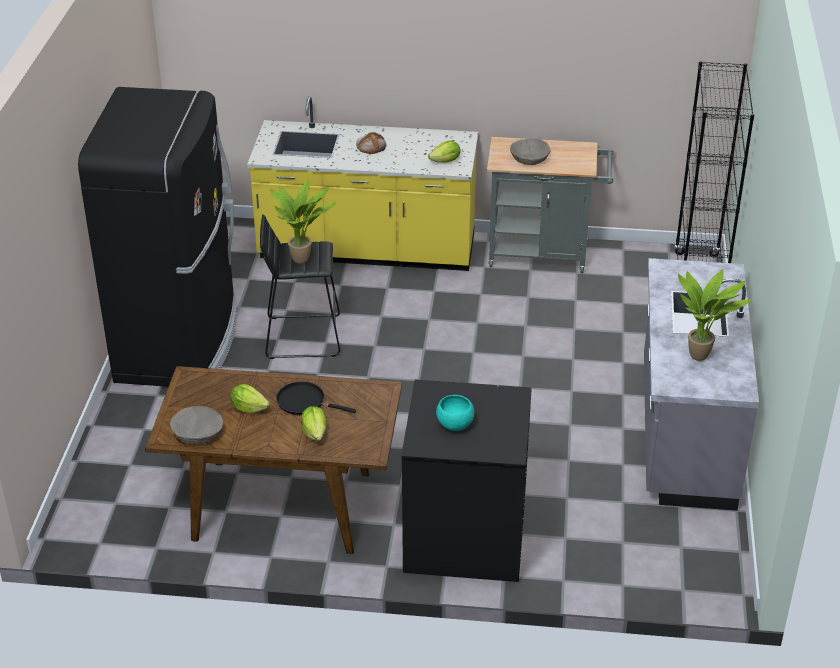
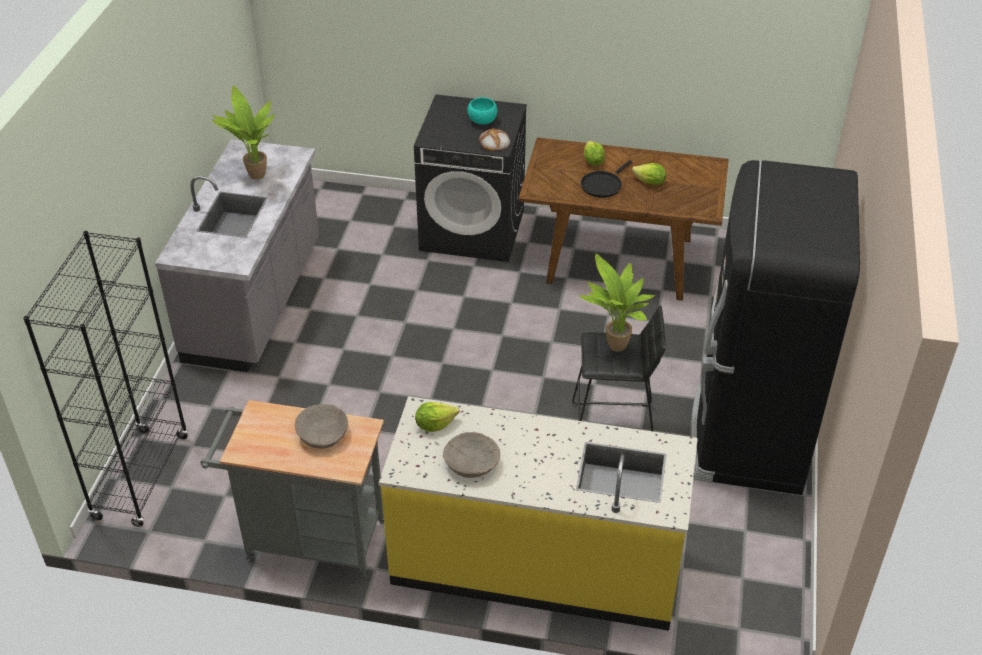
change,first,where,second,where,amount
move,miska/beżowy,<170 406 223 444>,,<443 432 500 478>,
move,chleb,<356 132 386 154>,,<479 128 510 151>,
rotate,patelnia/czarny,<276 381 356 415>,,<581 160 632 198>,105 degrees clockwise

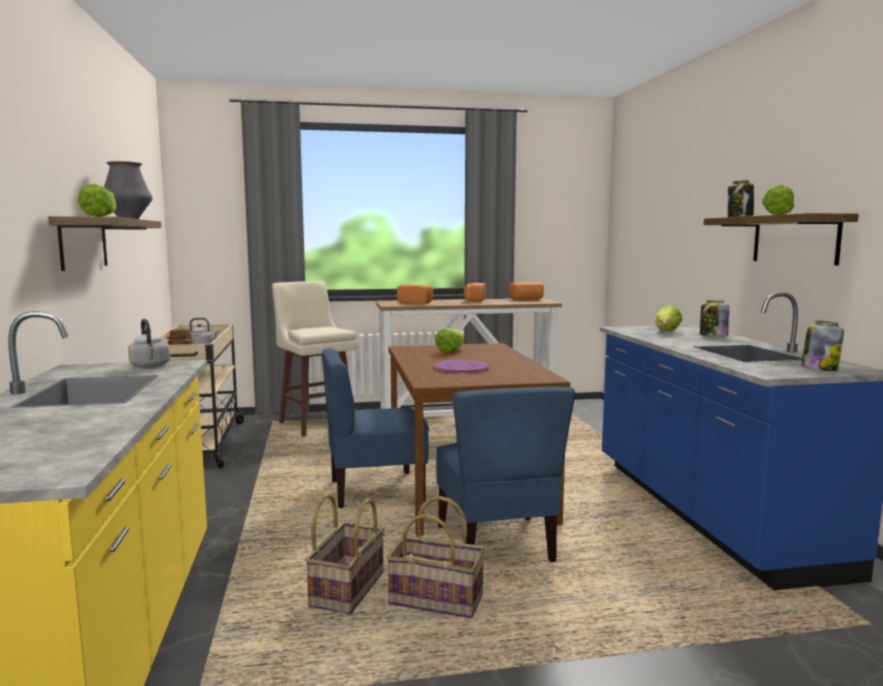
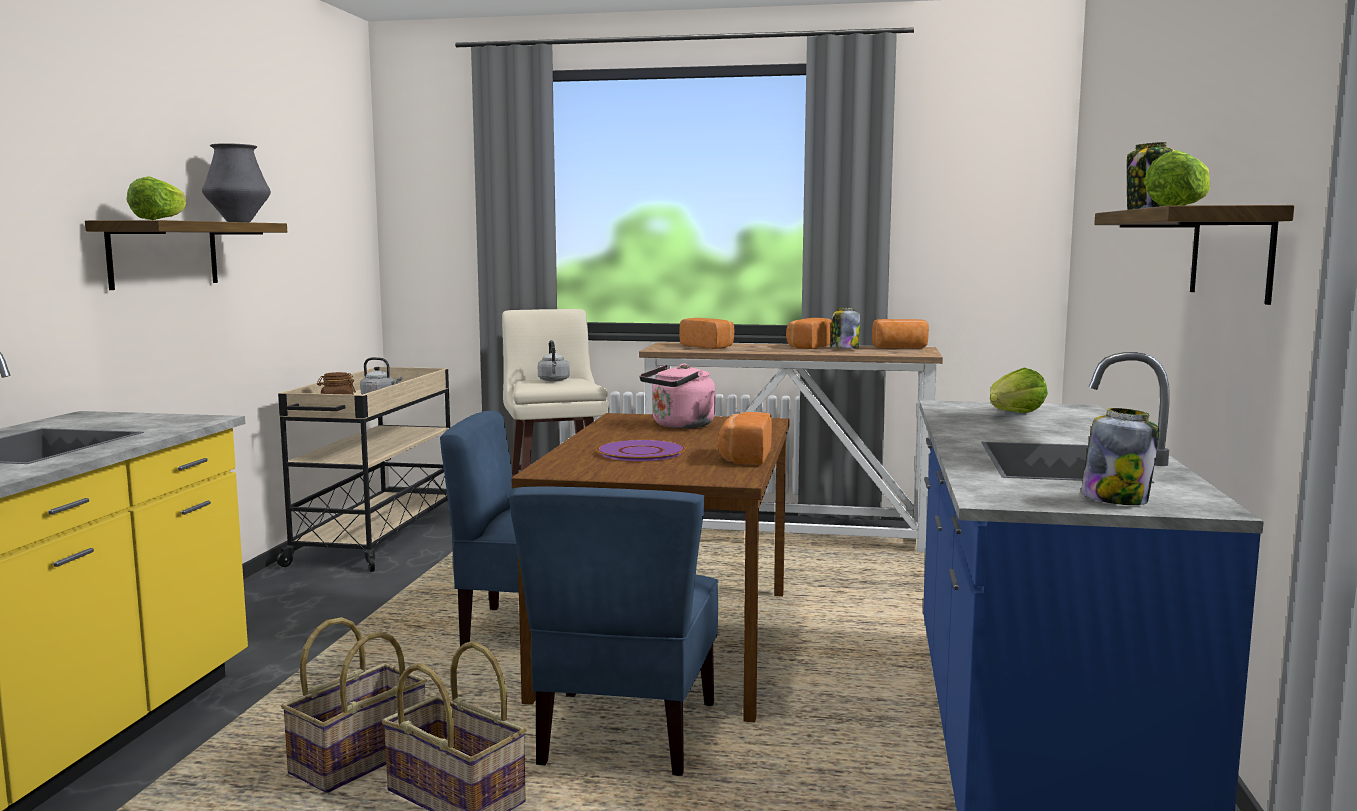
change,first,where,second,where,amount
insert,,,chleb,<718 412 772 465>,
move,czajnik/szary,<128 319 170 368>,,<538 340 570 382>,
move,słoik,<700 300 729 336>,,<830 308 860 349>,
replace,sałata,<435 328 464 352>,czajnik/różowy,<639 364 715 428>,

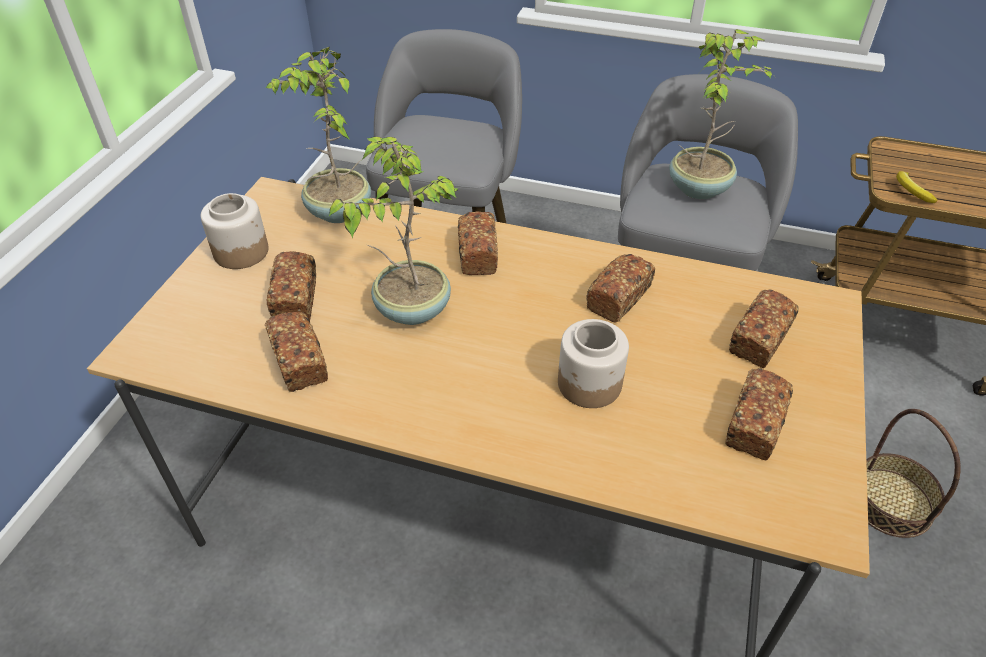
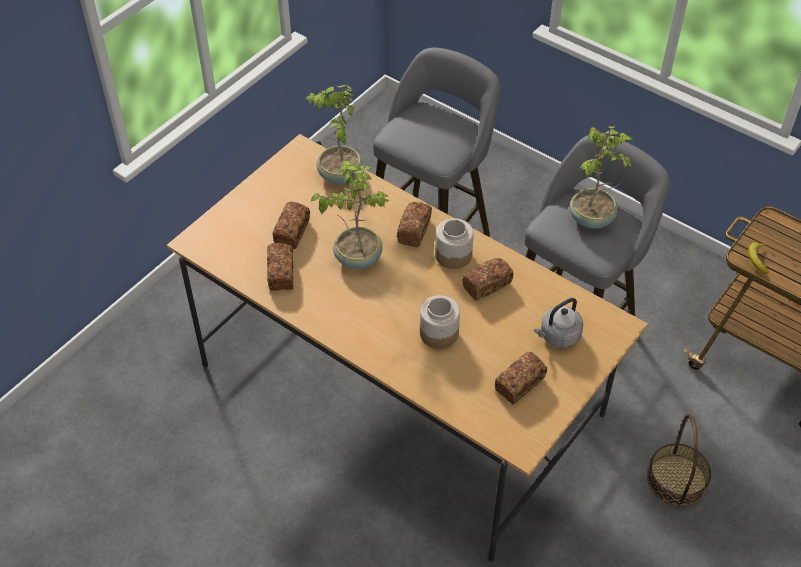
change,first,where,second,where,amount
move,słoik,<201 193 269 269>,,<435 218 474 269>,
replace,chleb,<729 289 799 368>,czajnik/szary,<534 298 583 348>,

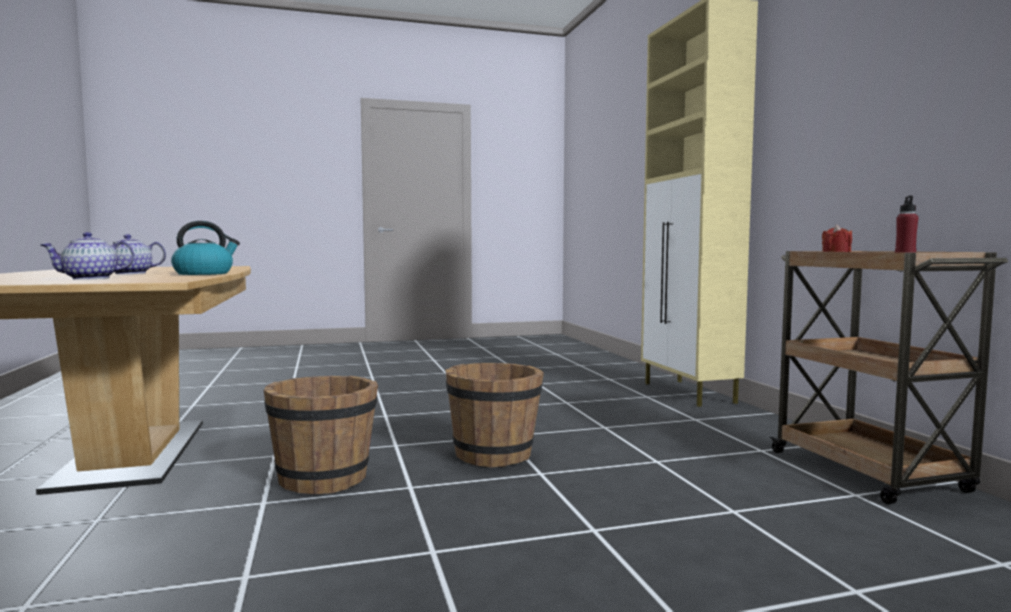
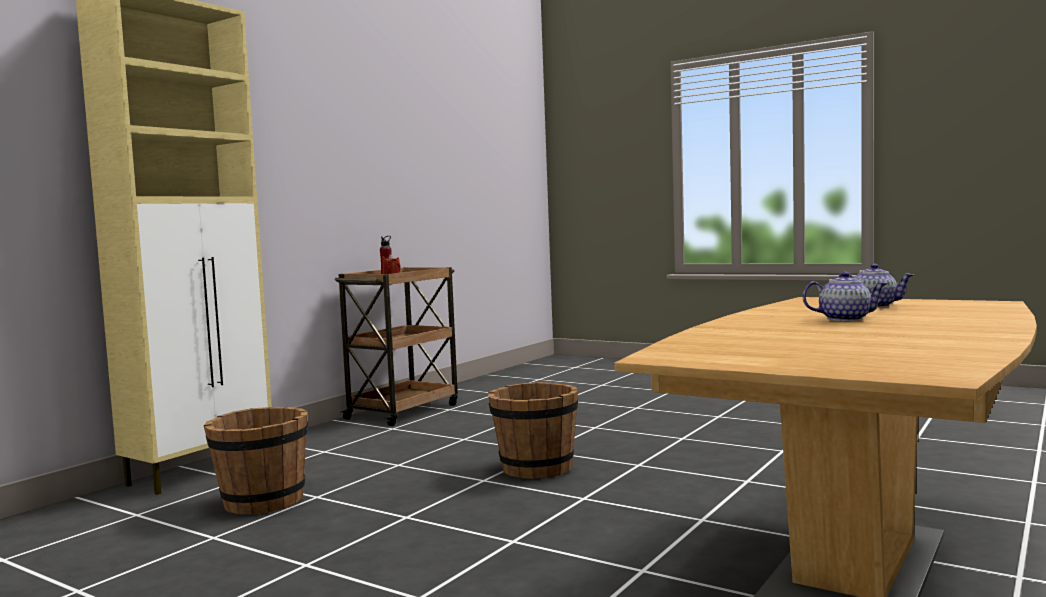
change,first,where,second,where,amount
delete,czajnik,<171 221 240 275>,,,
move,wiadro/brązowy,<264 376 378 494>,,<204 407 308 514>,

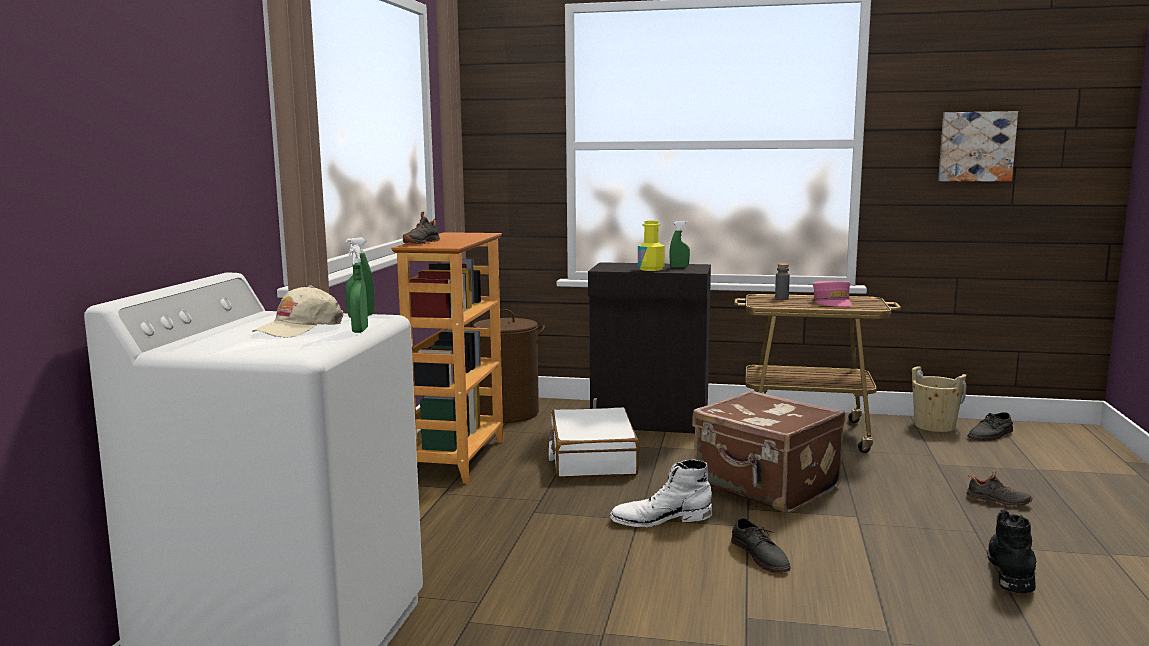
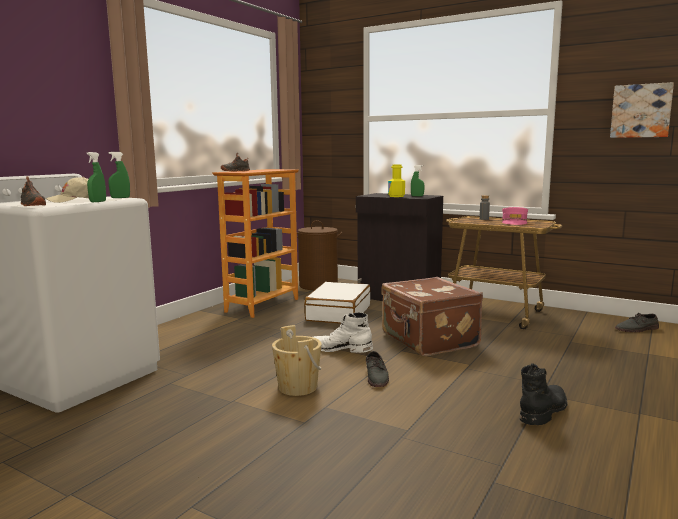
change,first,where,second,where,amount
move,wiadro/beżowy,<912 366 966 432>,,<272 325 322 396>,
move,but/czarny,<966 470 1032 507>,,<21 176 46 206>,

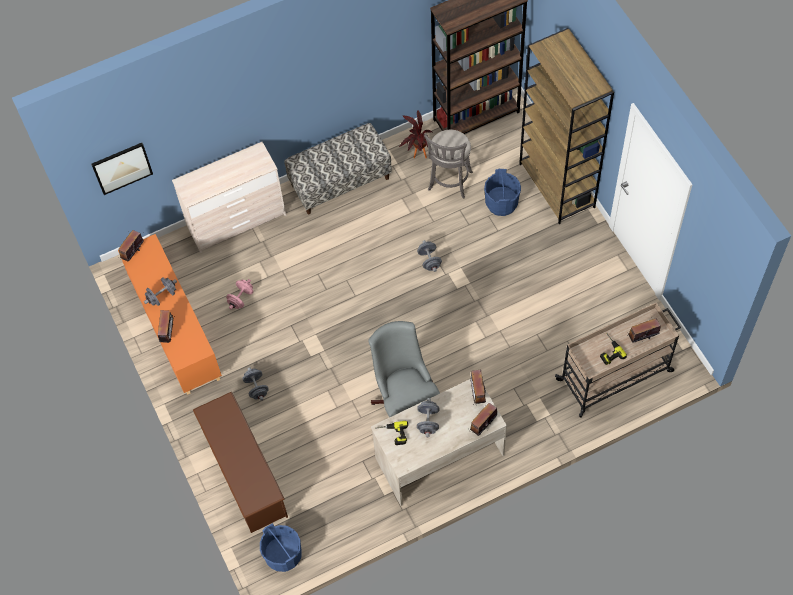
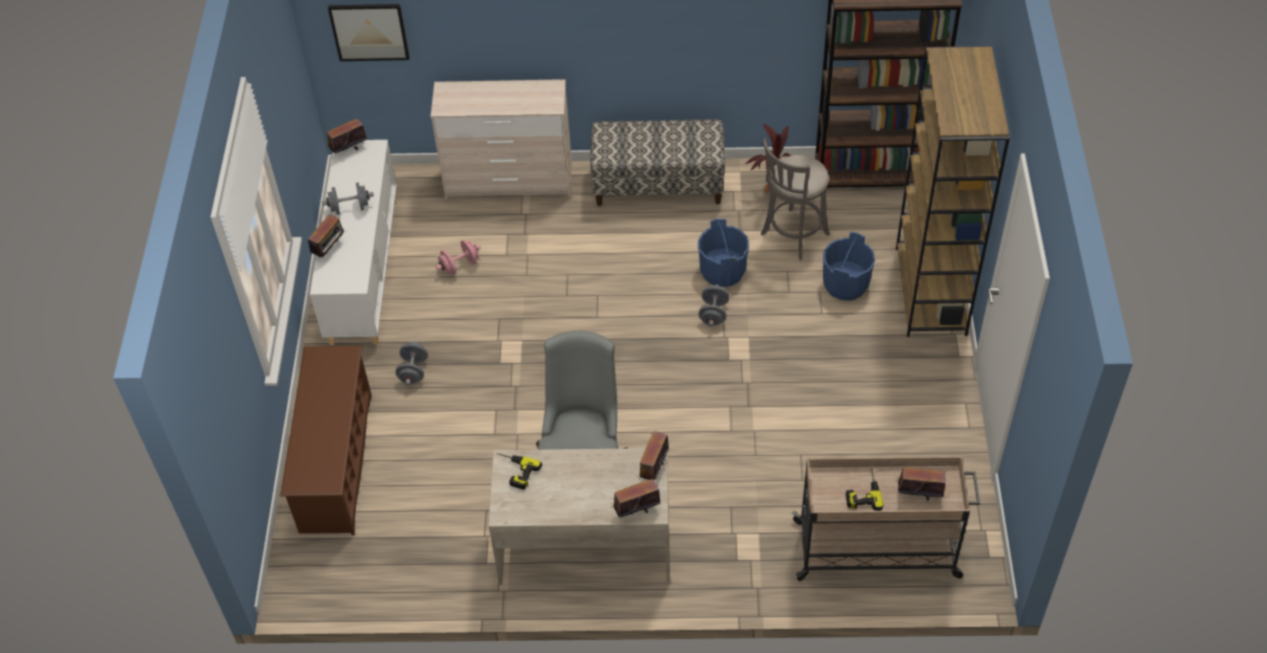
change,first,where,second,where,amount
delete,hantel/szary,<417 398 440 437>,,,
move,wiadro/niebieski,<260 523 302 572>,,<698 219 749 287>,
recolor,szafka/pomarańczowy,<118 234 222 394>,szafka/biały,<310 140 397 345>,

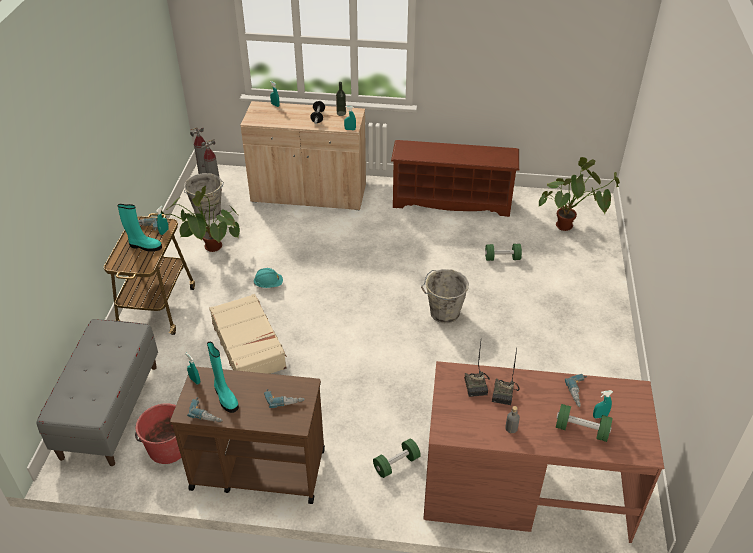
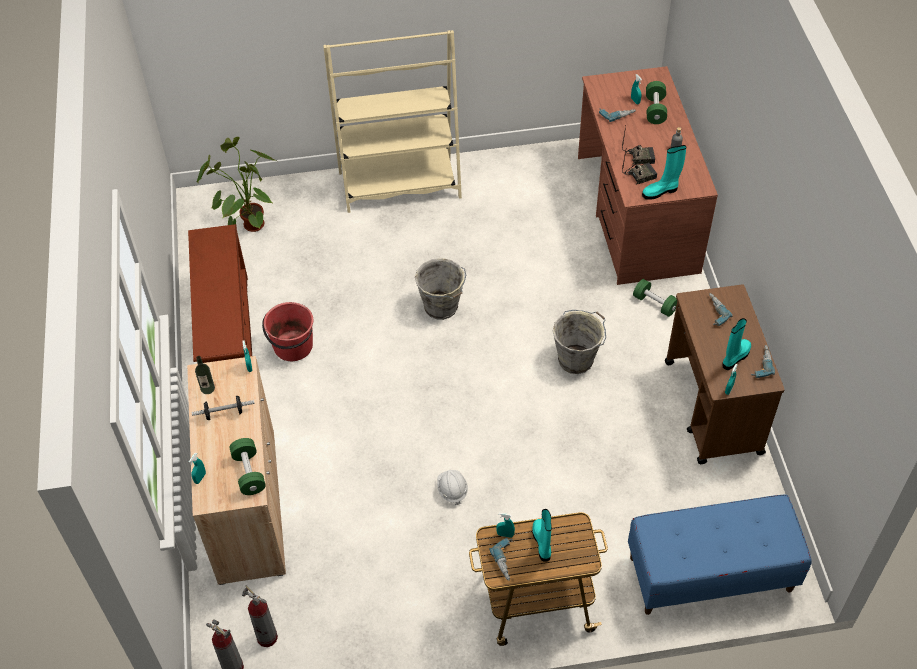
change,first,where,second,where,amount
delete,roślina doniczkowa,<161 186 240 252>,,,
delete,walizka/beżowy,<209 294 287 374>,,,
insert,,,regał/beżowy,<323 30 462 213>,
insert,,,but z cholewką/turkusowy,<642 145 686 200>,
move,wiadro/czerwony,<135 403 181 464>,,<262 302 313 361>,
move,wiadro/szary,<184 173 224 220>,,<553 310 606 374>,
move,hantel/zielony,<485 244 522 261>,,<230 438 266 495>,
recolor,ławka/szary,<36 319 158 466>,ławka/niebieski,<628 495 812 615>,
recolor,kask/turkusowy,<254 268 283 288>,kask/biały,<437 470 468 505>,

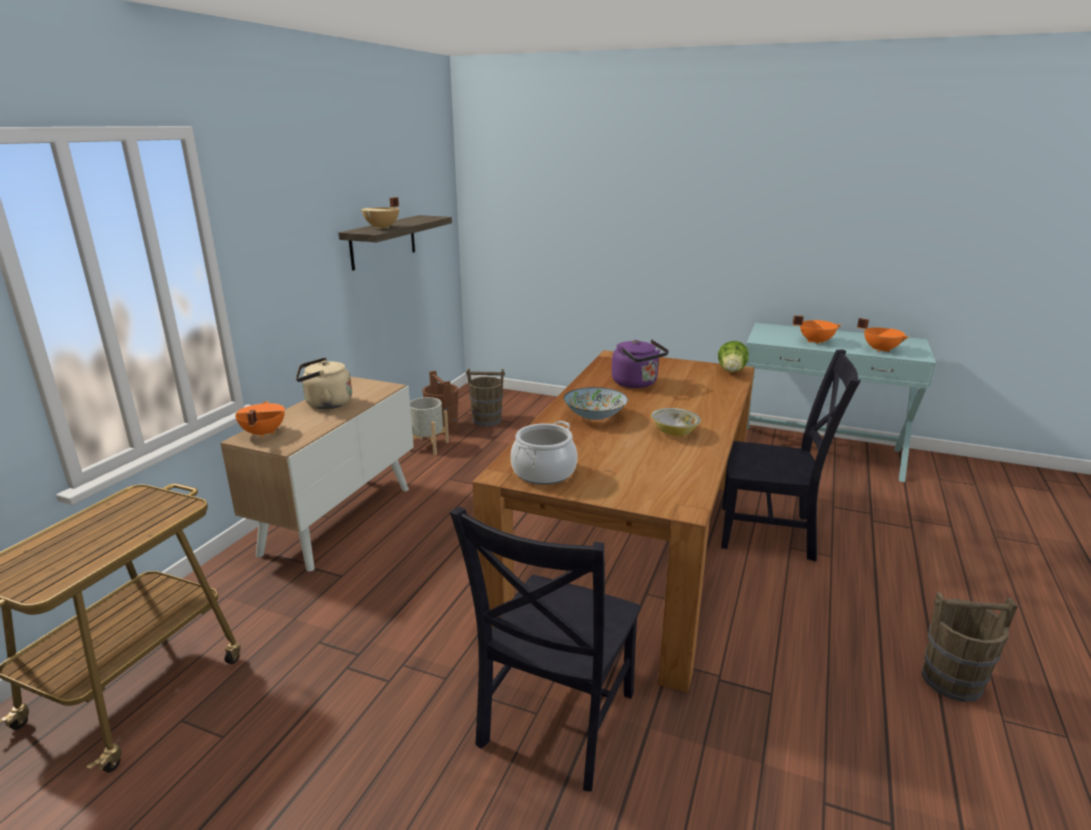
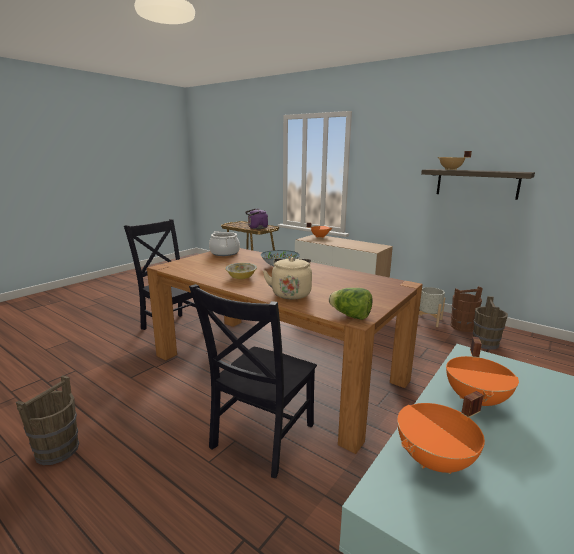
change,first,where,second,where,amount
move,czajnik/beżowy,<296 357 352 409>,,<263 257 312 299>,
move,czajnik/fioletowy,<612 339 669 388>,,<245 209 268 229>,

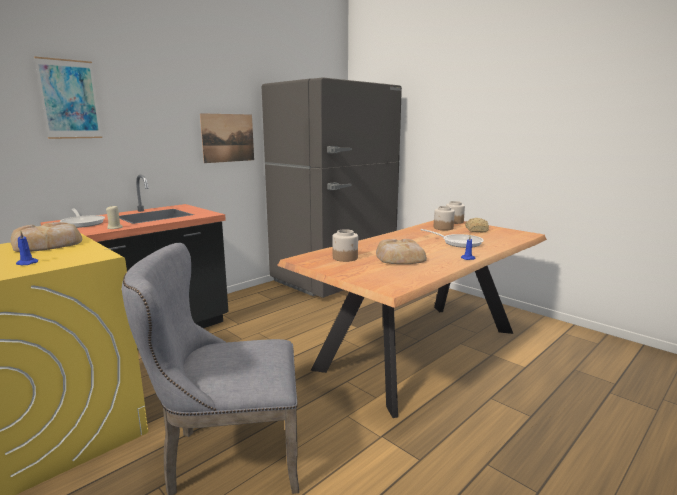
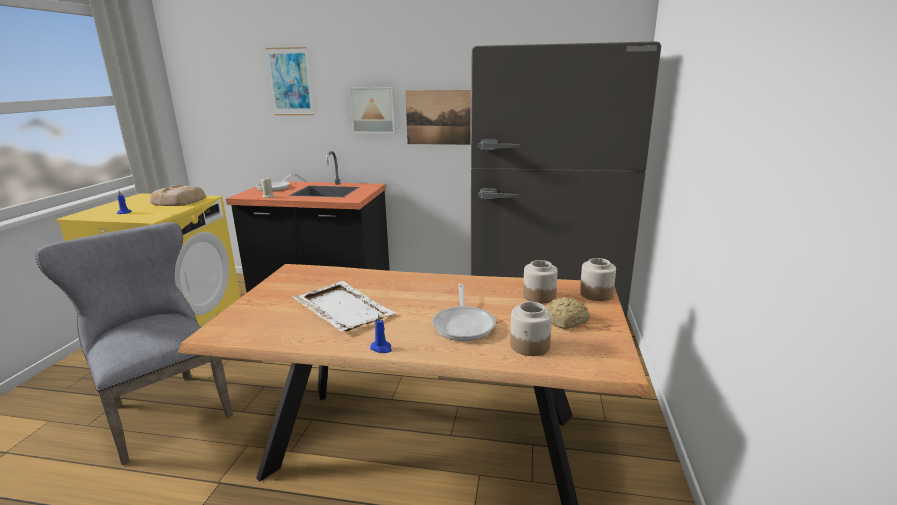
change,first,where,second,where,amount
insert,,,obraz,<349 87 396 134>,
move,słoik,<333 229 358 262>,,<510 302 552 356>,
replace,chleb,<376 239 427 264>,taca/biały,<293 281 396 331>,

